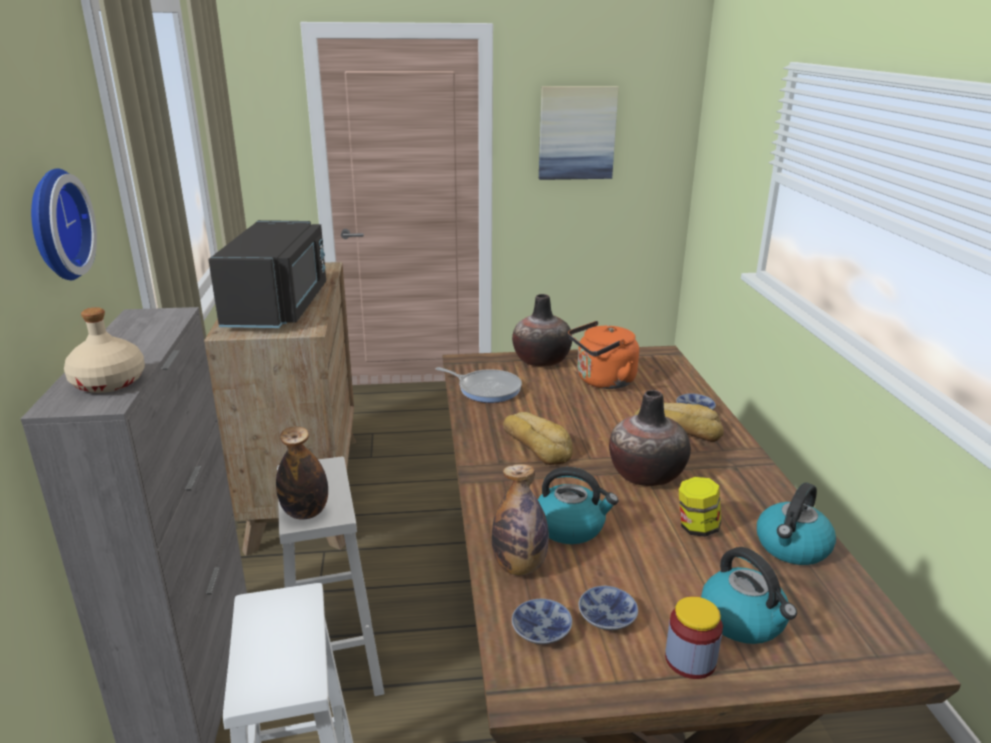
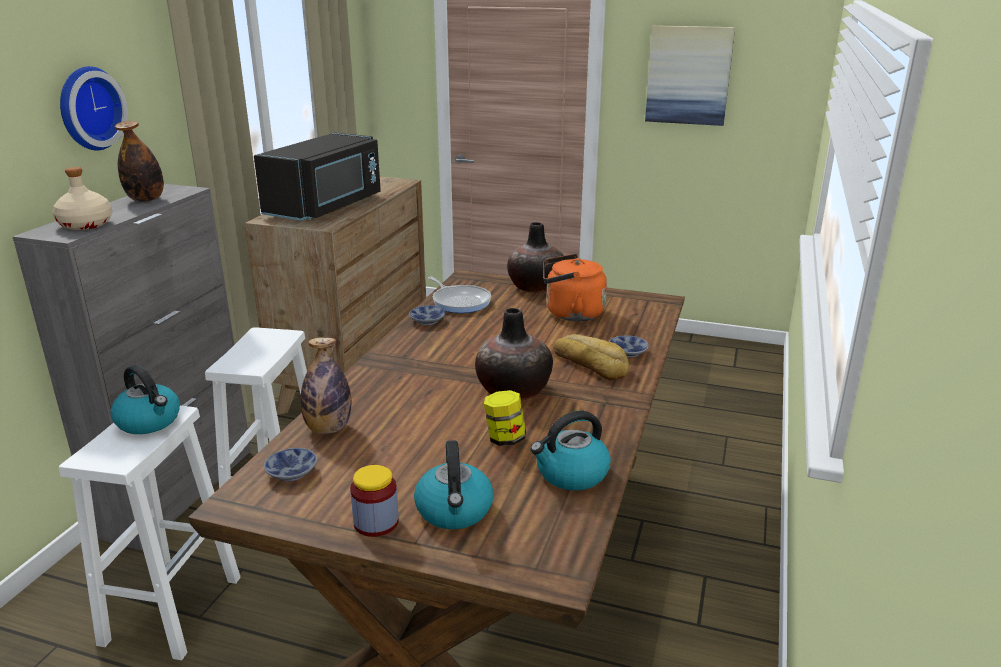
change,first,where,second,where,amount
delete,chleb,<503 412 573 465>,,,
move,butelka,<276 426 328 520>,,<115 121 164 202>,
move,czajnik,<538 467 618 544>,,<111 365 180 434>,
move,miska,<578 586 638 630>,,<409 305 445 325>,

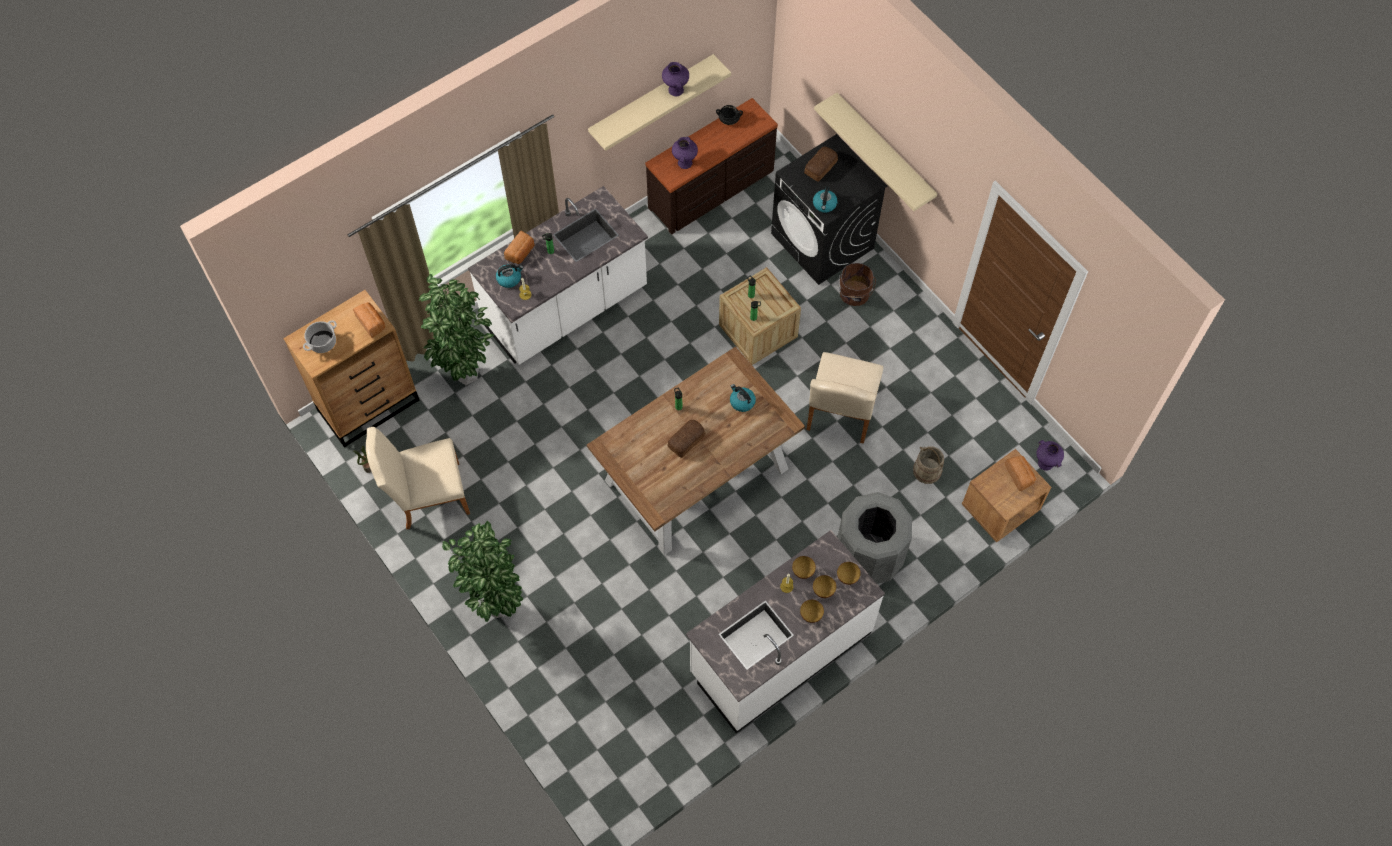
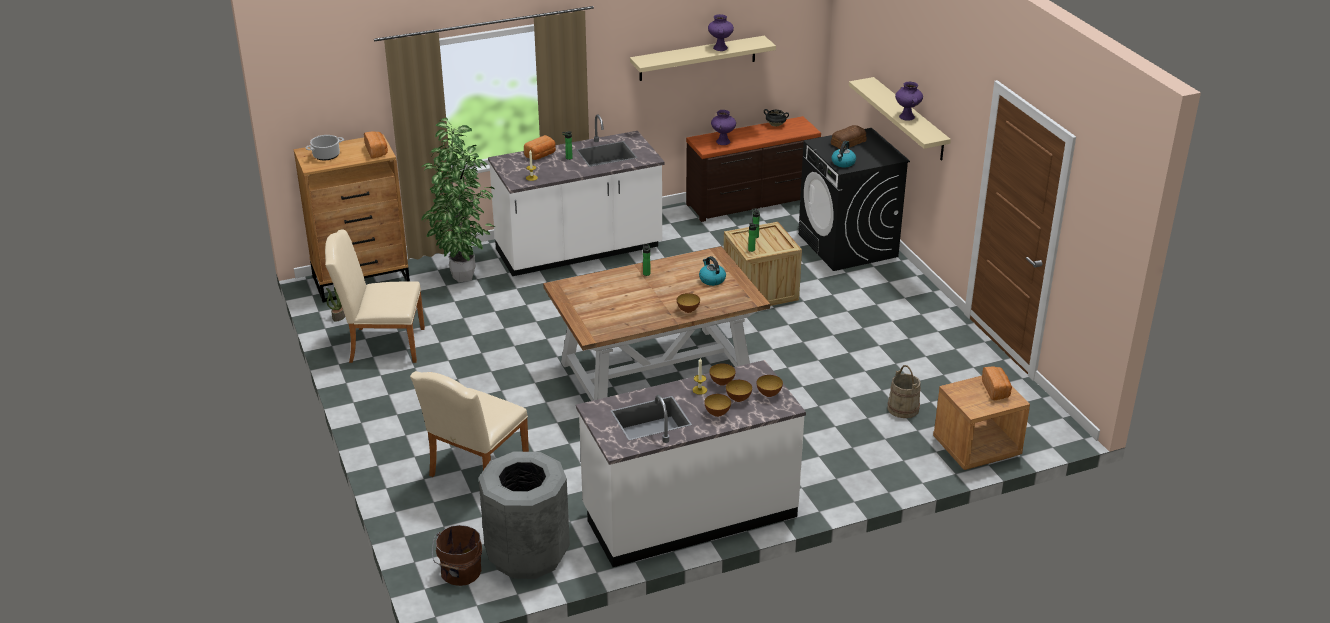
change,first,where,second,where,amount
delete,roślina doniczkowa,<442 521 523 622>,,,
delete,czajnik,<496 264 524 288>,,,
delete,chleb,<667 420 705 458>,,,
insert,,,miska,<677 293 700 313>,
move,krzesło/beżowy,<807 352 883 444>,,<410 371 529 477>,
move,kosz na śmieci/szary,<837 492 912 584>,,<478 452 570 579>,
move,wiadro/brązowy,<838 263 876 306>,,<432 525 482 586>,
move,wazon/fioletowy,<1036 440 1064 471>,,<895 82 923 121>,

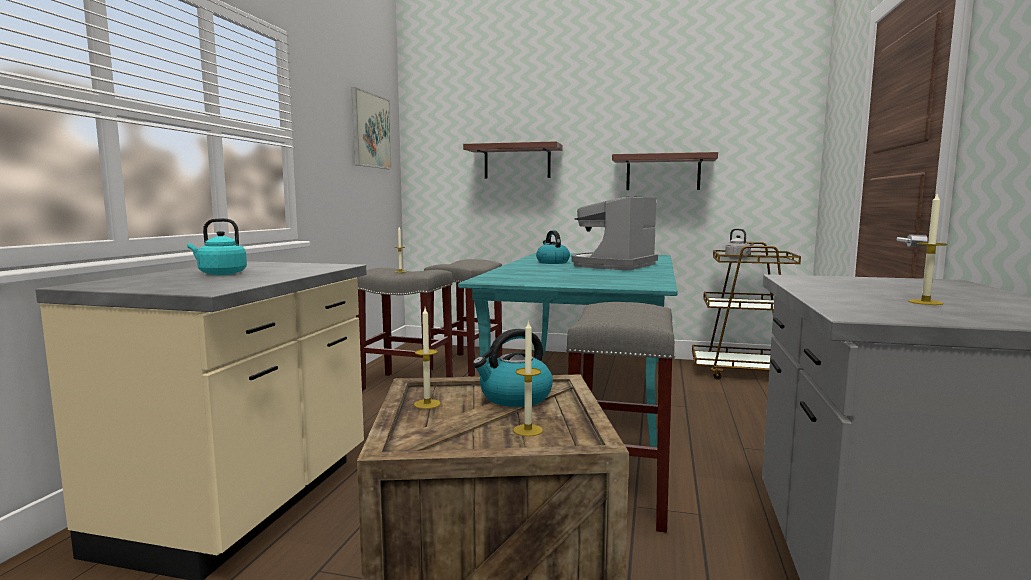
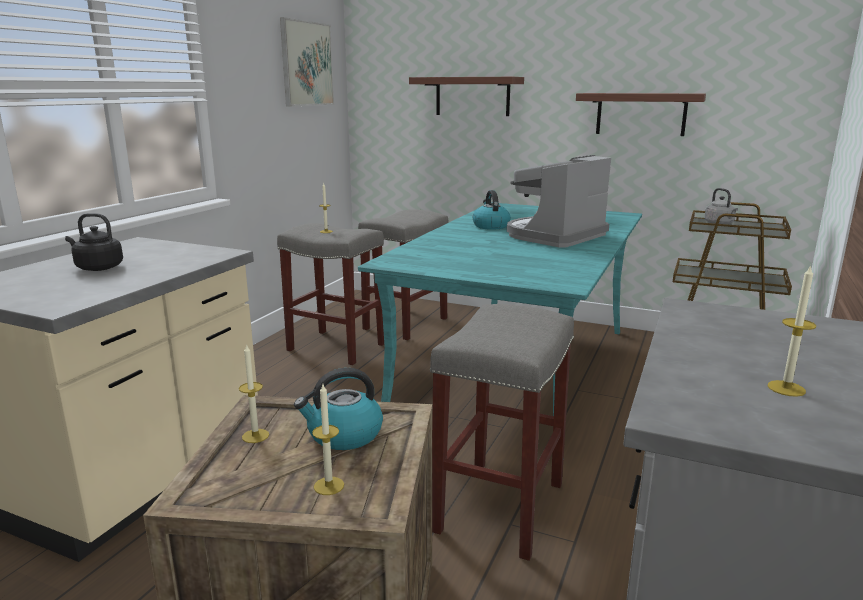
change,first,where,second,where,amount
recolor,czajnik/turkusowy,<187 218 247 275>,czajnik/czarny,<65 213 123 271>,

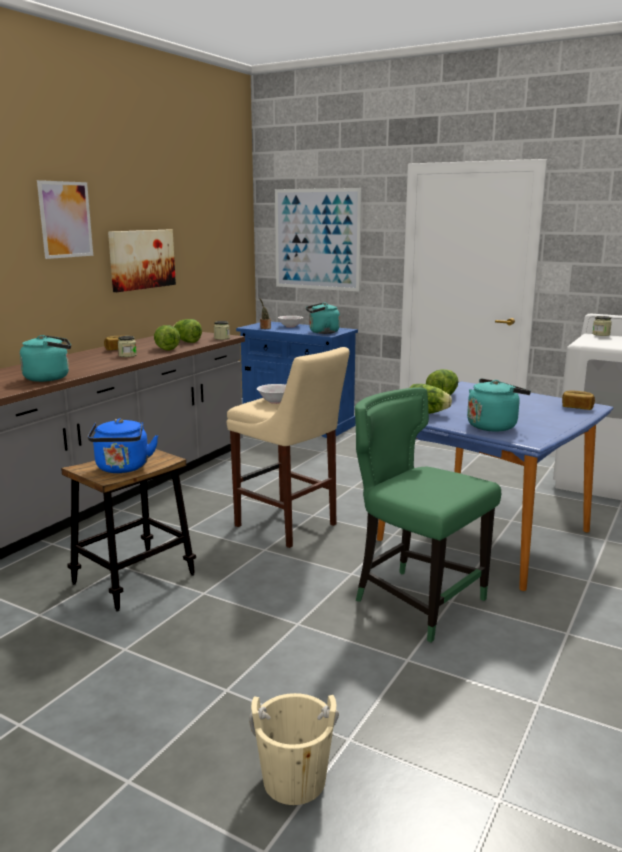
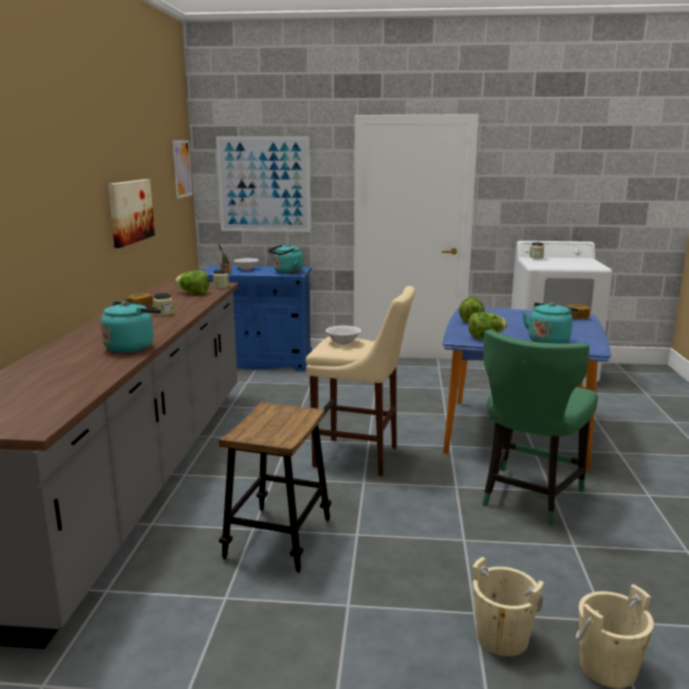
change,first,where,second,where,amount
delete,czajnik/niebieski,<88 418 159 473>,,,
delete,sałata,<154 325 180 350>,,,
insert,,,wiadro/beżowy,<473 557 544 656>,
move,obraz,<37 180 93 259>,,<172 140 193 199>,
rotate,krzesło/zielony,<355 387 501 642>,,<482 329 598 525>,75 degrees counterclockwise

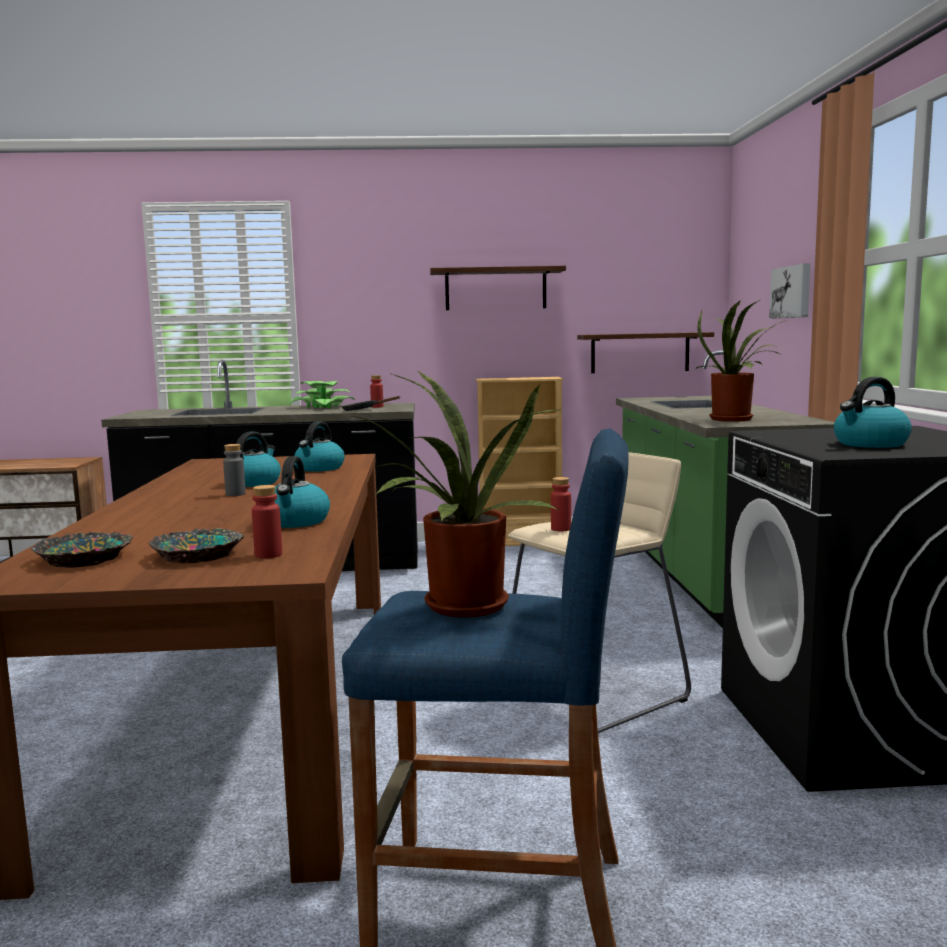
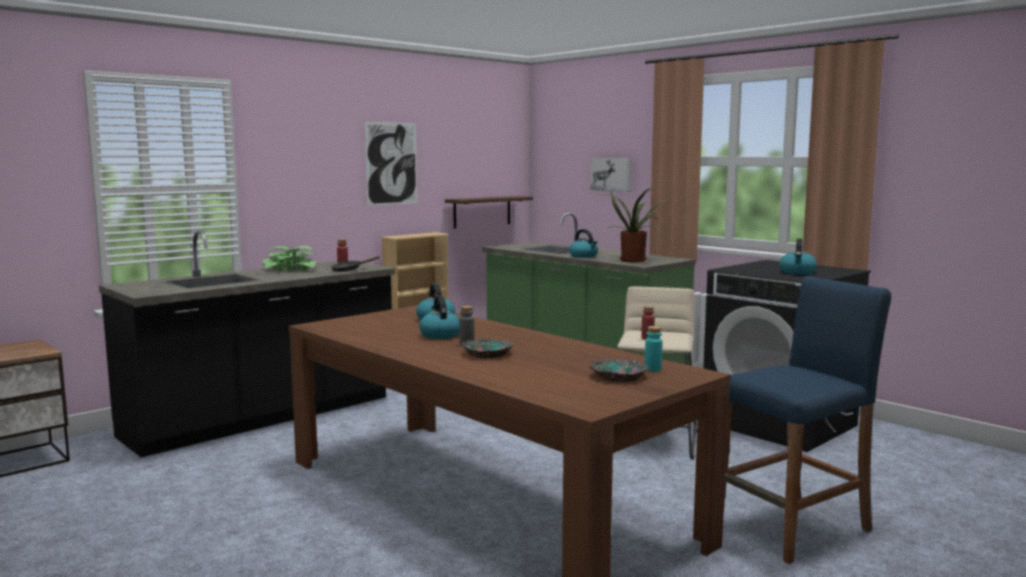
change,first,where,second,where,amount
delete,roślina doniczkowa,<351 370 564 618>,,,
move,miska,<30 532 133 568>,,<461 338 514 358>,
move,czajnik,<275 456 330 528>,,<569 229 598 258>,
replace,półka,<430 266 566 310>,obraz,<365 122 417 206>,
recolor,butelka/czerwony,<252 485 282 559>,butelka/turkusowy,<645 326 663 372>,

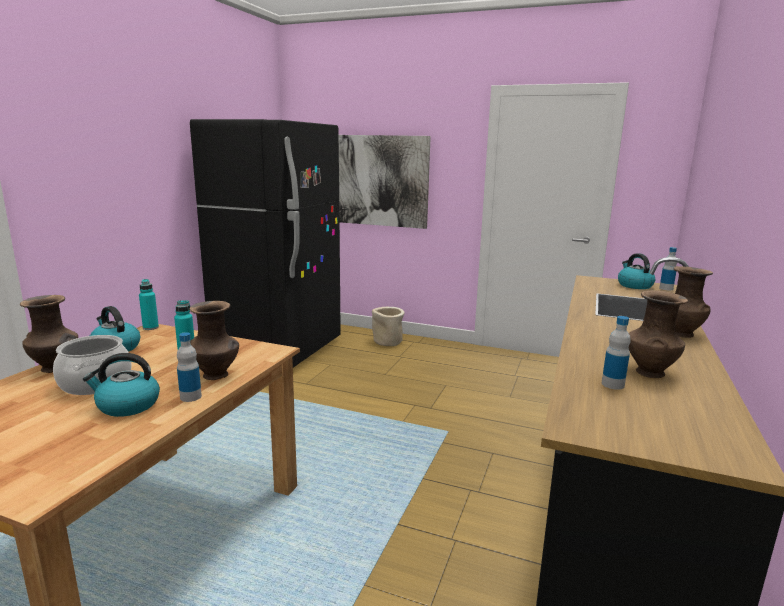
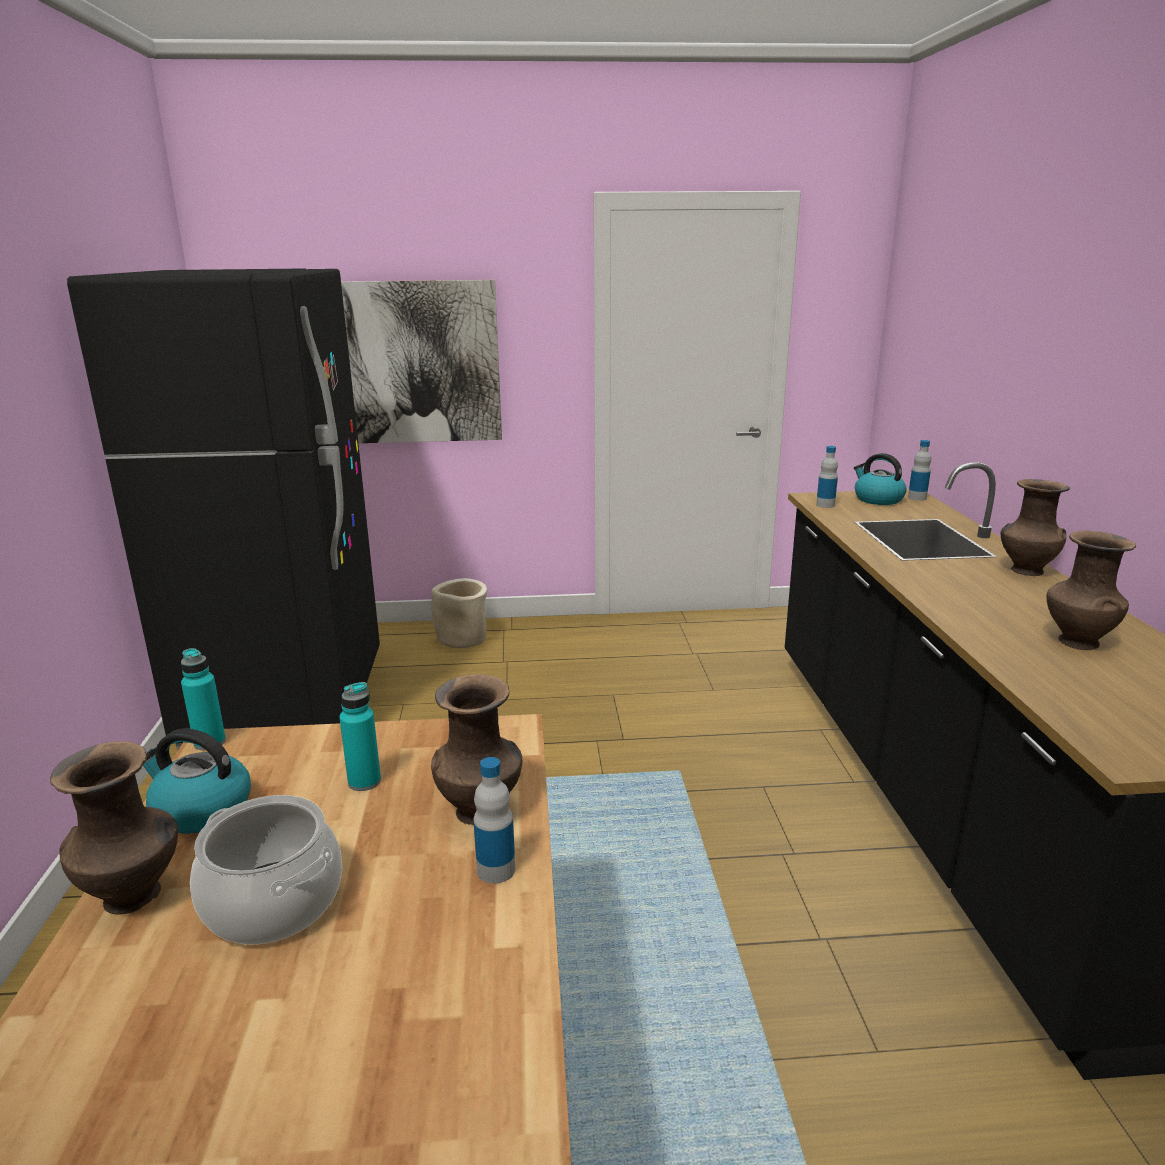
change,first,where,second,where,amount
delete,czajnik,<83 353 160 417>,,,
move,butelka,<602 316 631 390>,,<816 446 838 508>,

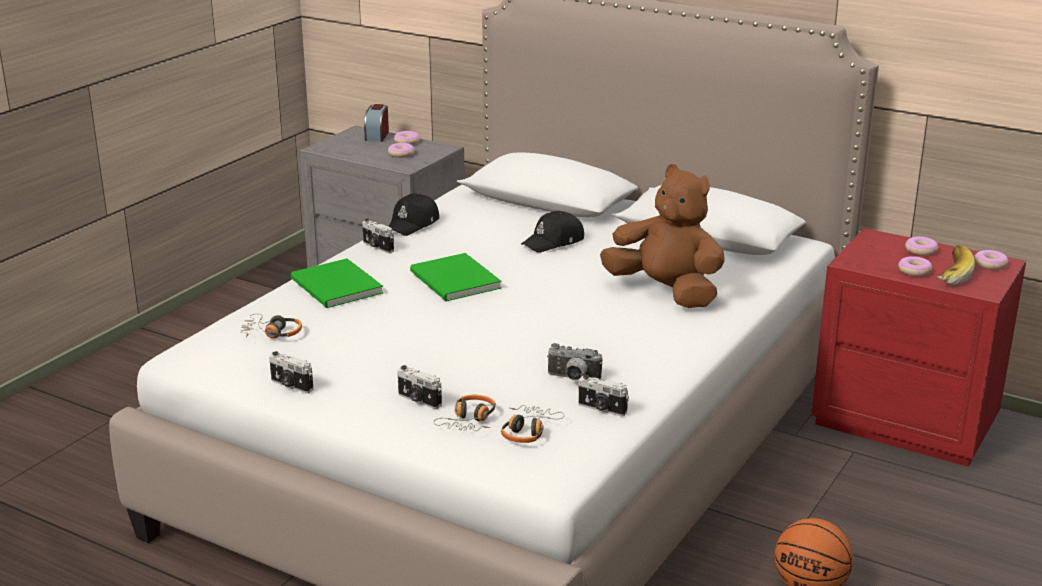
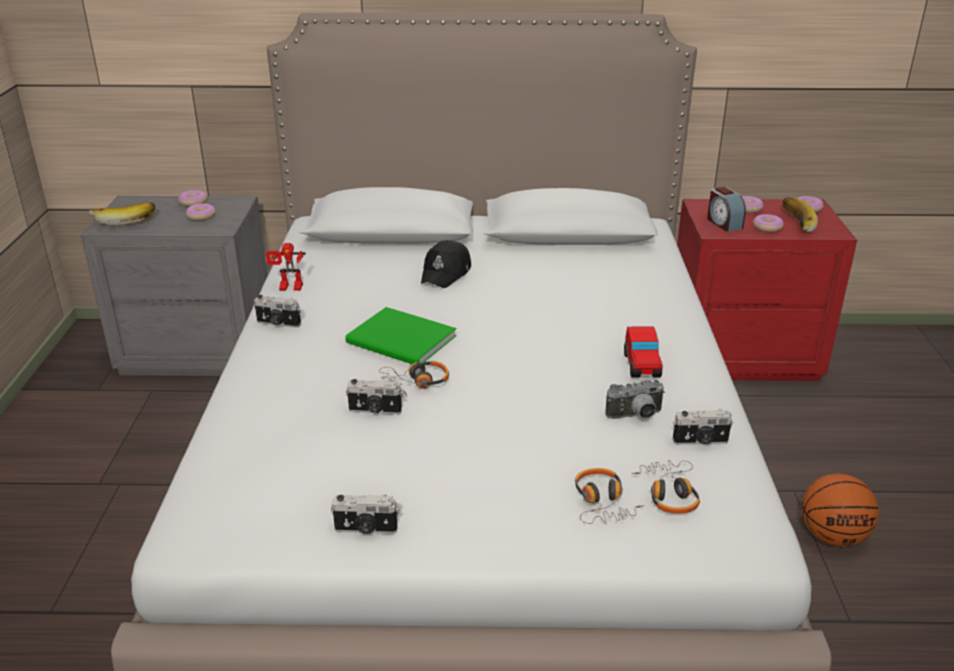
change,first,where,second,where,amount
delete,książka/zielony,<291 258 384 308>,,,
delete,pluszak/brązowy,<600 164 725 308>,,,
insert,,,banan,<89 202 155 225>,
insert,,,samochodzik,<624 326 663 378>,
move,słuchawki,<240 314 302 338>,,<379 361 449 395>,
move,budzik,<364 104 389 142>,,<707 187 746 232>,
move,aparat fotograficzny,<397 365 442 409>,,<346 379 403 415>,
replace,czapka z daszkiem/czarny,<388 193 439 236>,robot zabawkowy,<266 243 306 291>,

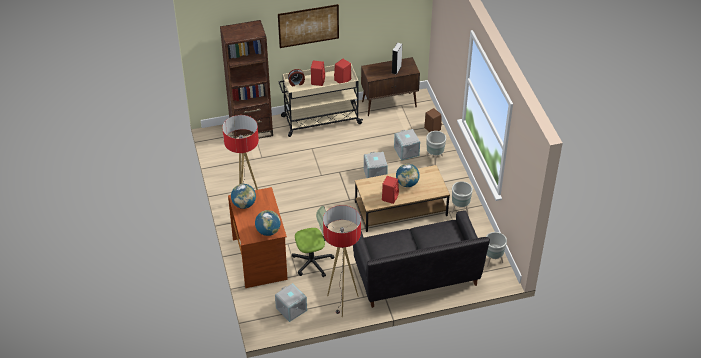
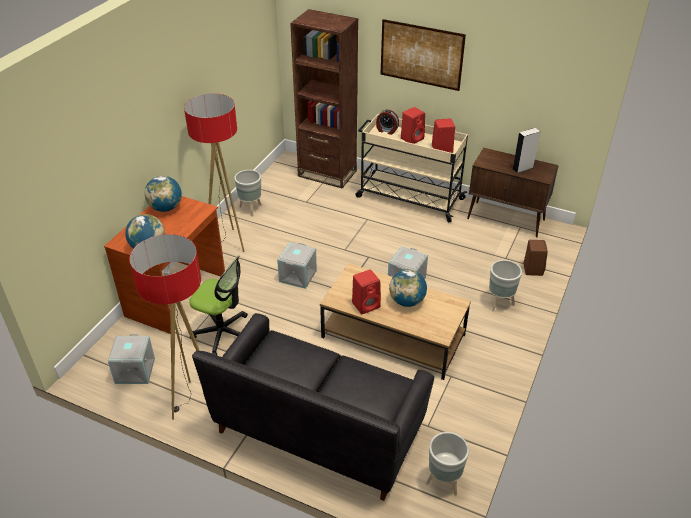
change,first,where,second,where,amount
move,pojemnik do przechowywania/szary,<394 129 420 160>,,<277 242 317 289>,
move,donica/szary,<451 181 473 215>,,<234 170 261 217>,

